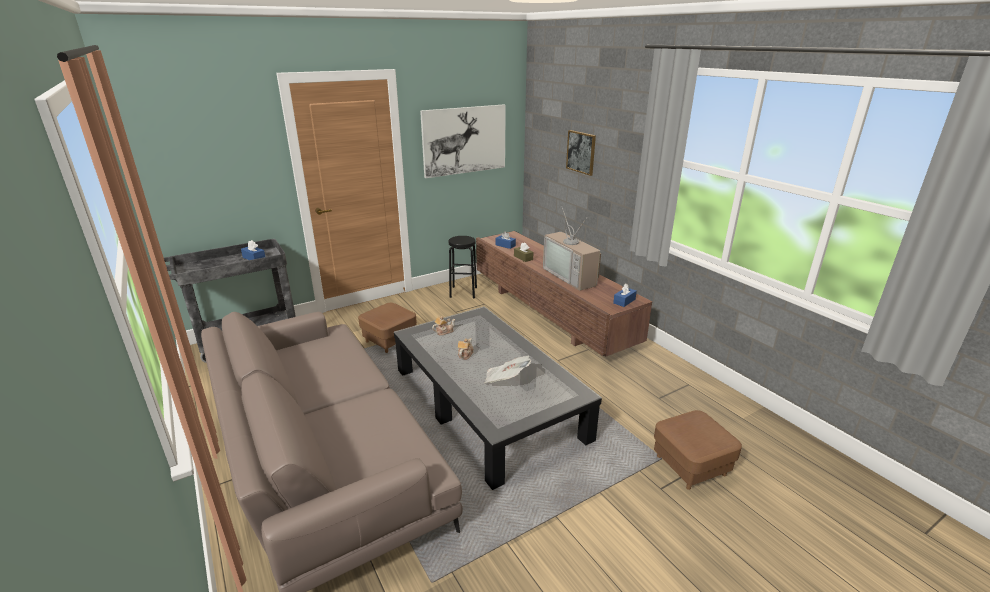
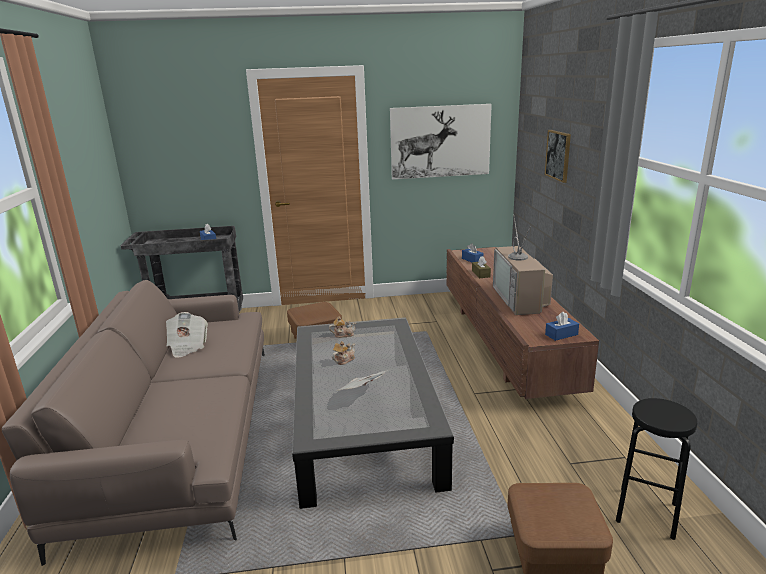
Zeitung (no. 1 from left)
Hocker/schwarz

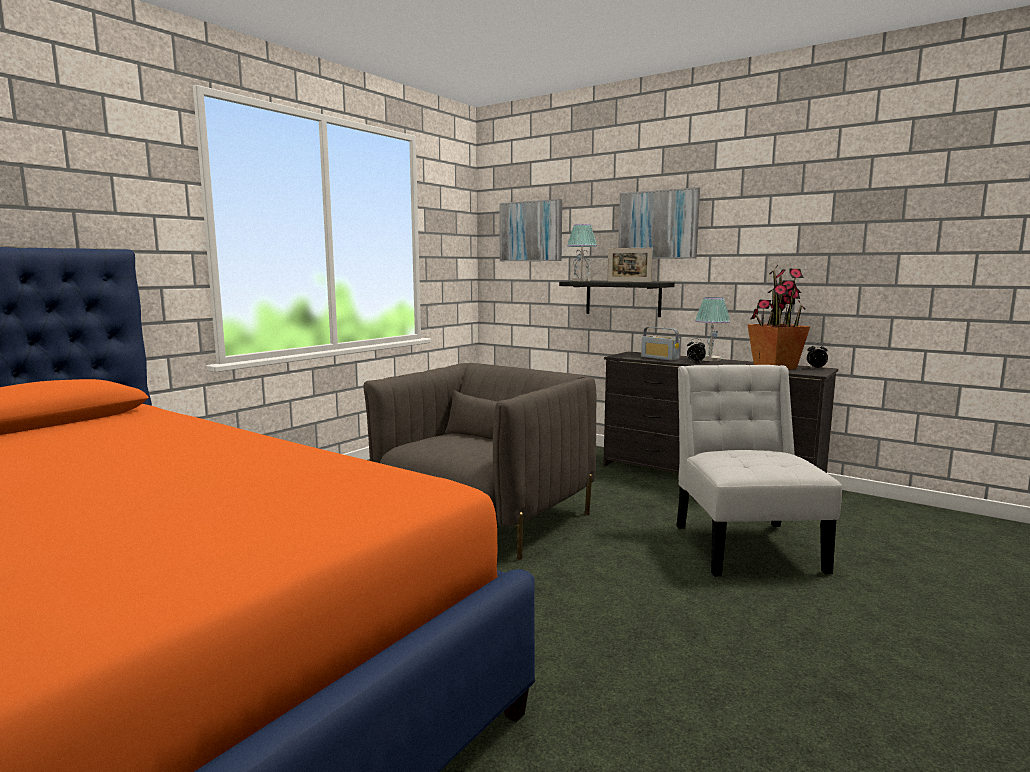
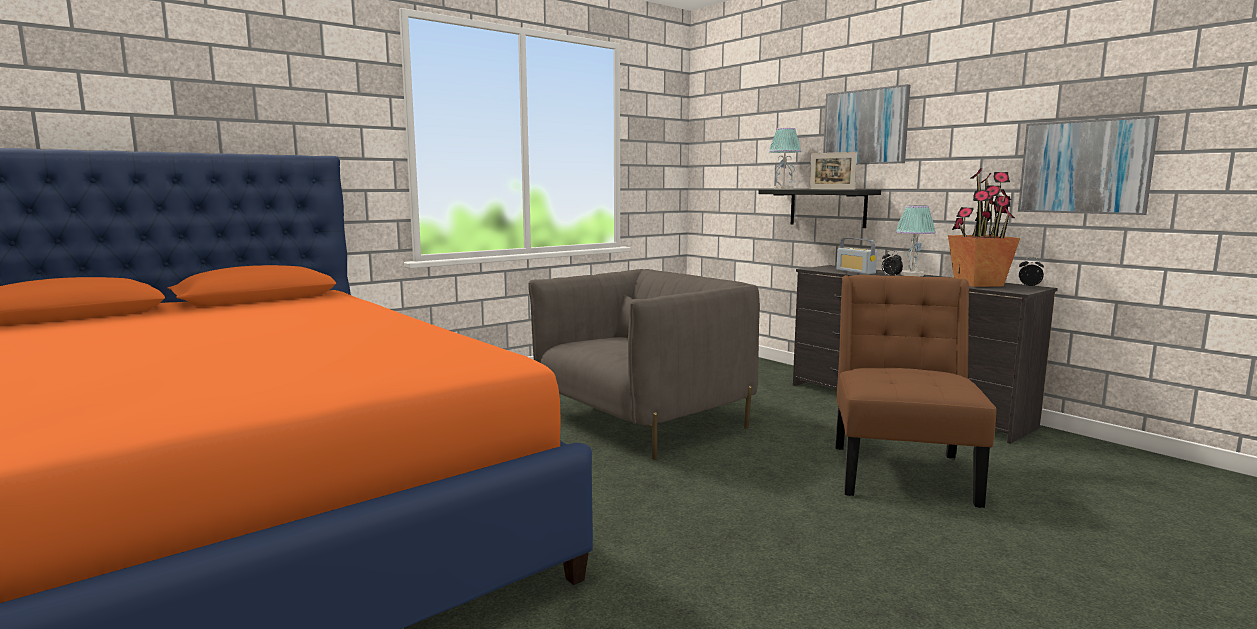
Stuhl/braun
Bild (no. 2 from left)

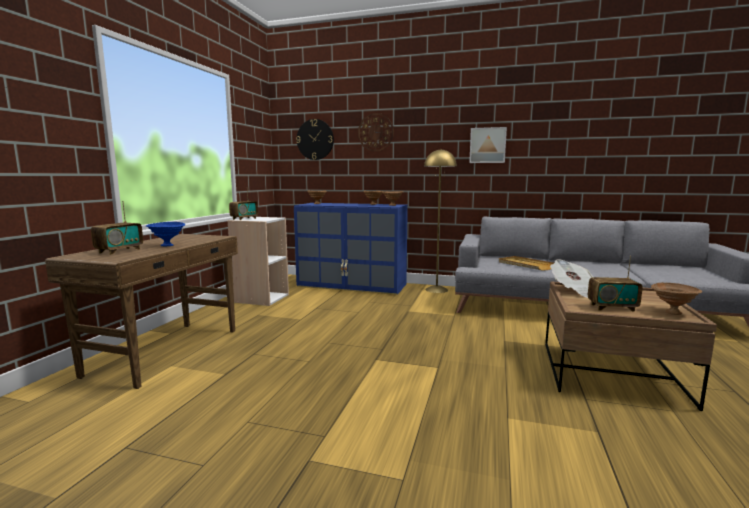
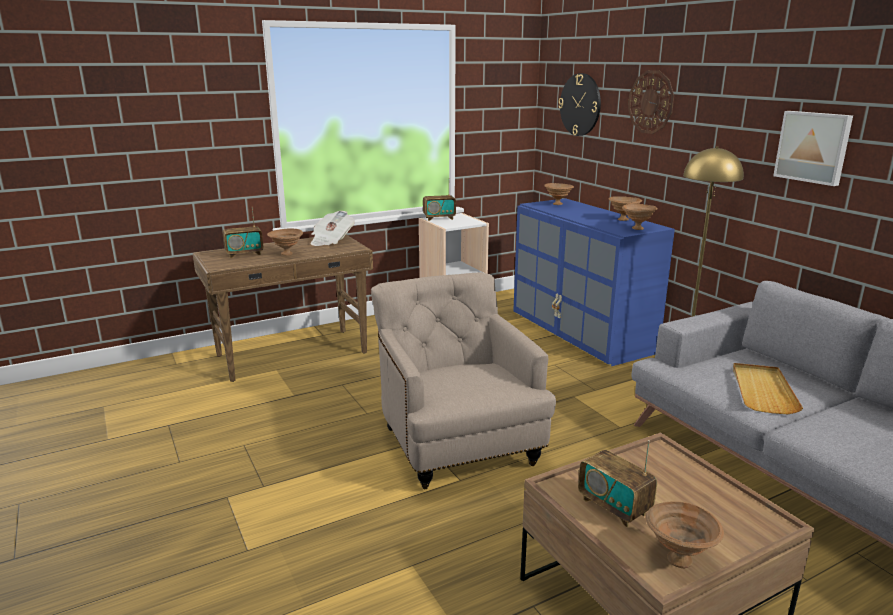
Schüssel/braun (no. 1 from left)
Zeitung
Sessel/beige

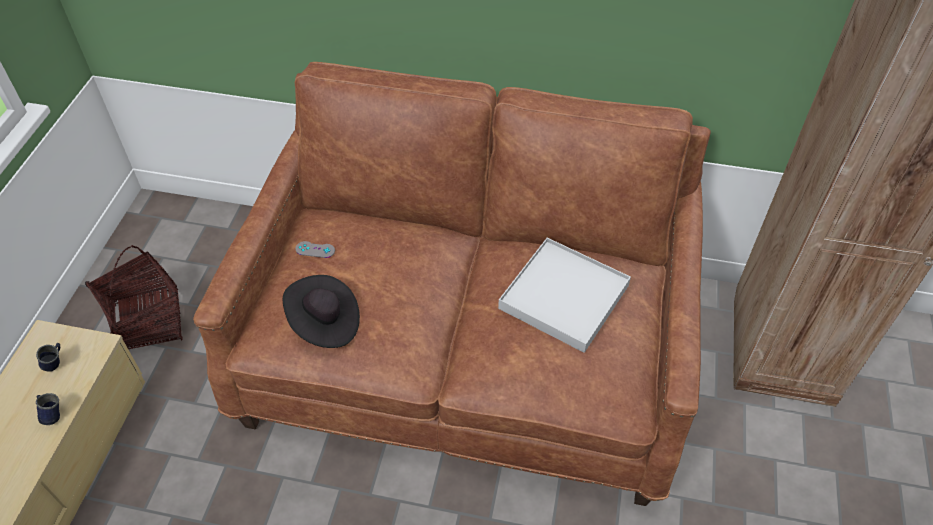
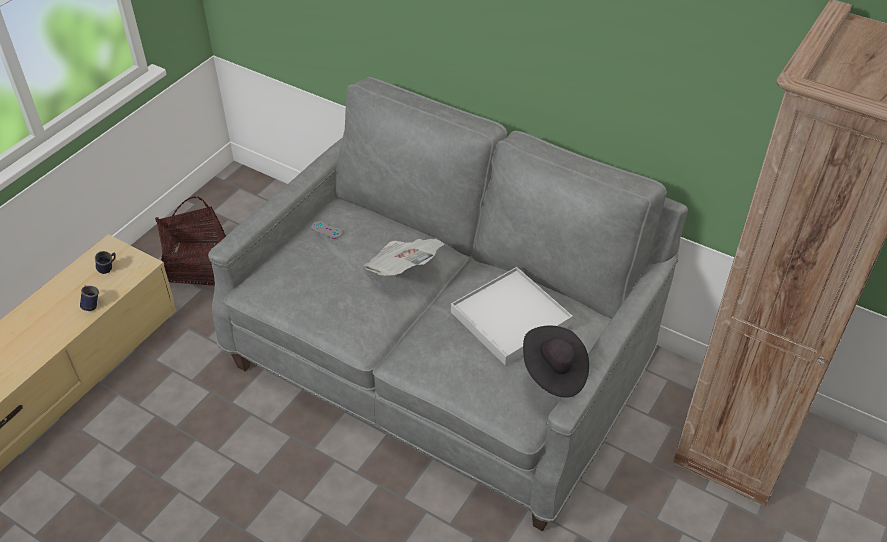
Sofa/grau
Zeitung
Hut/schwarz

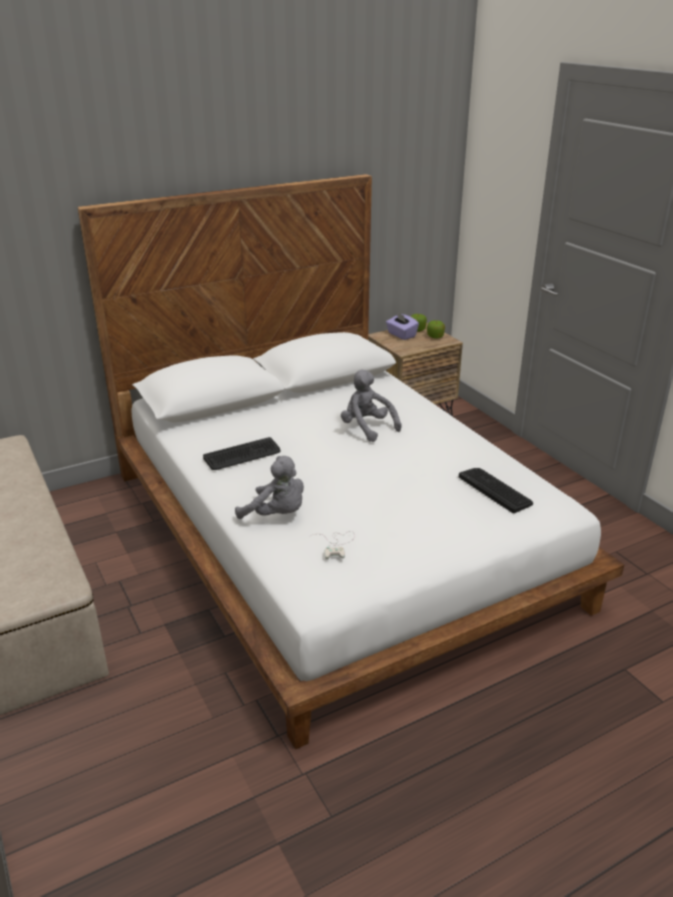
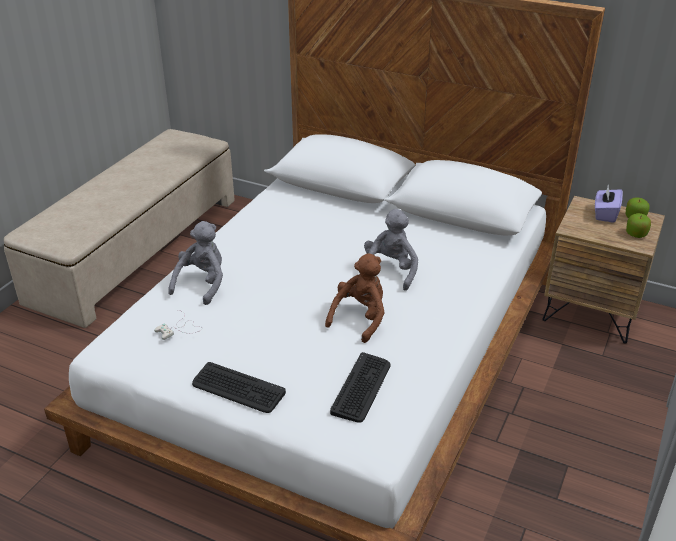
Plüschtier/grau (no. 1 from left)
Tastatur (no. 1 from left)
Plüschtier/braun

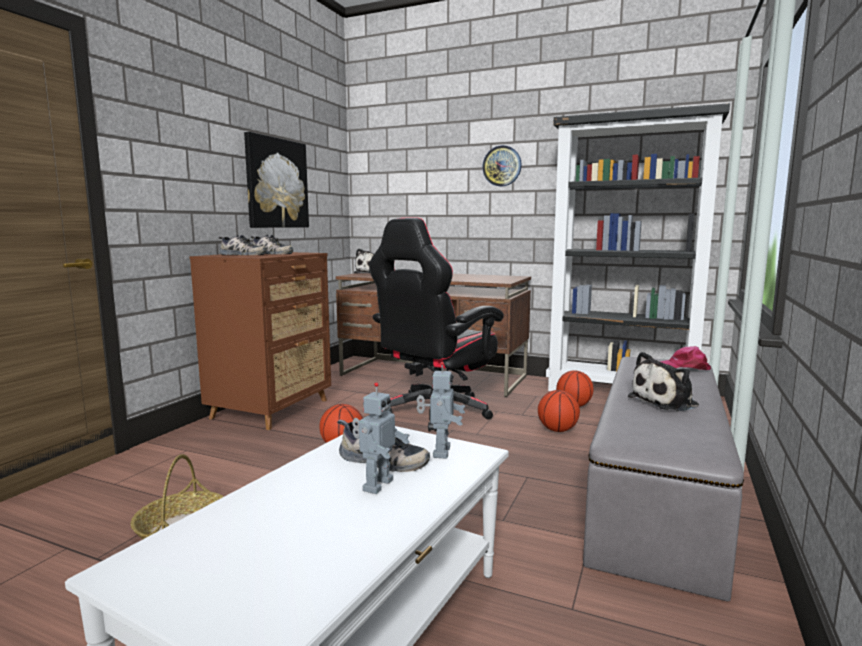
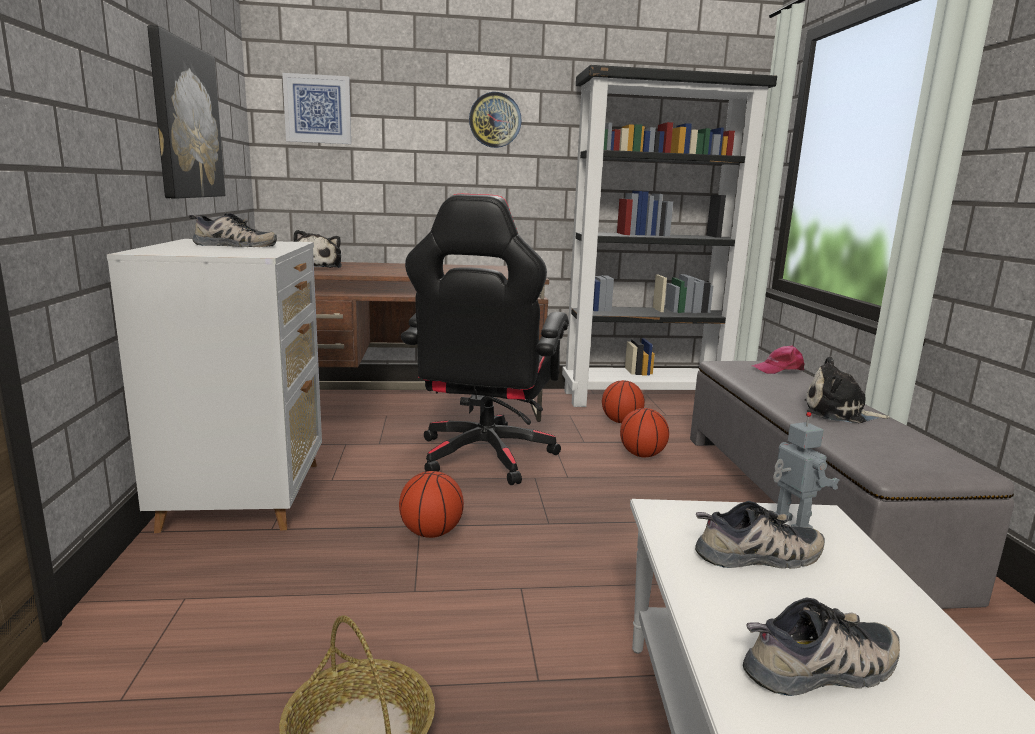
Kommode/weiß
Bild (no. 2 from left)
Schuh (no. 3 from left)
Plüschtier (no. 2 from left)
Spielzeugroboter (no. 1 from left in the first image)

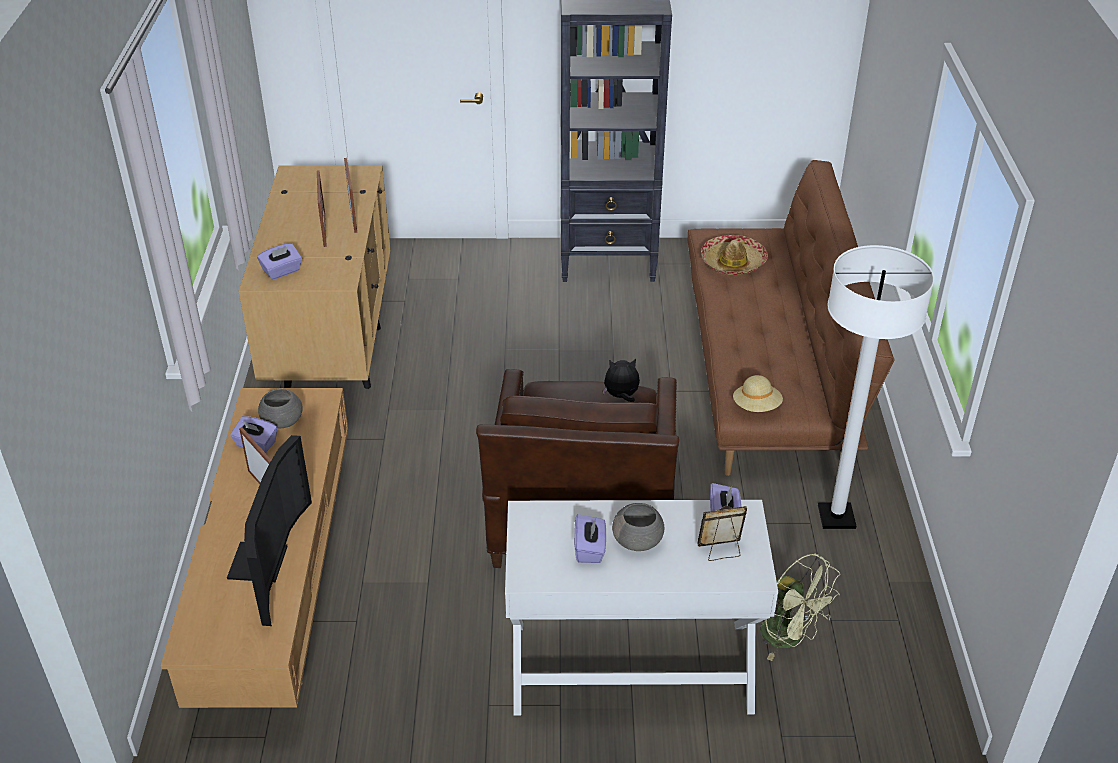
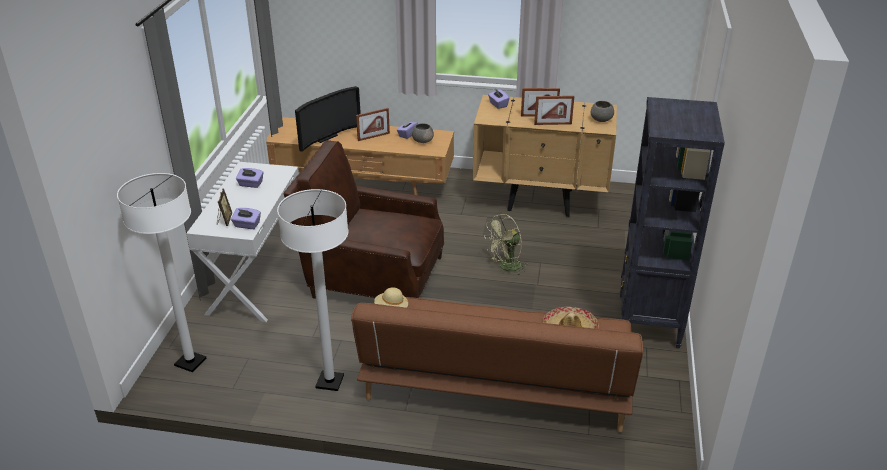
Stehlampe/weiß (no. 1 from left)
Fernseher
Ventilator/grün
Schüssel/grau (no. 2 from left)
Plüschtier

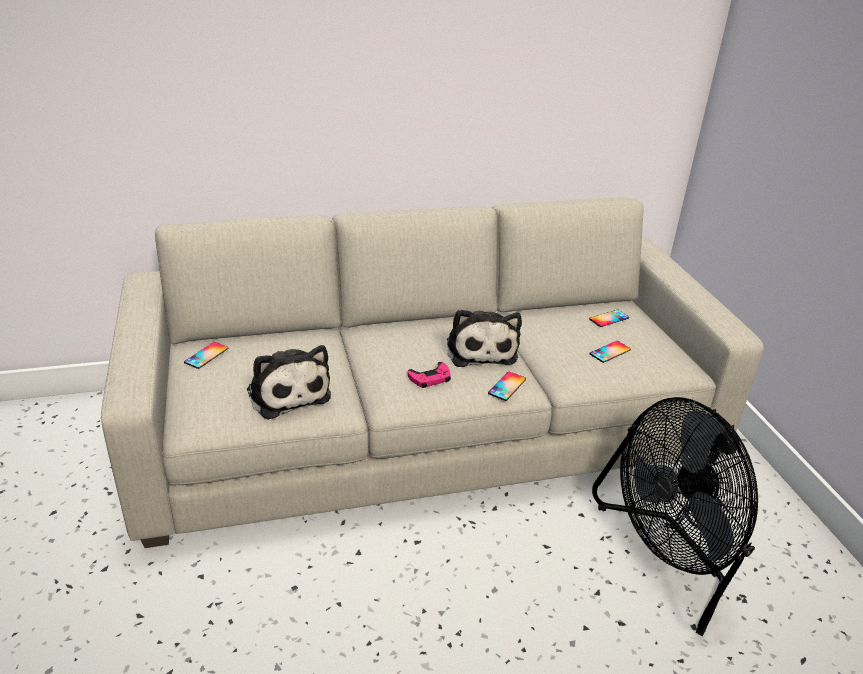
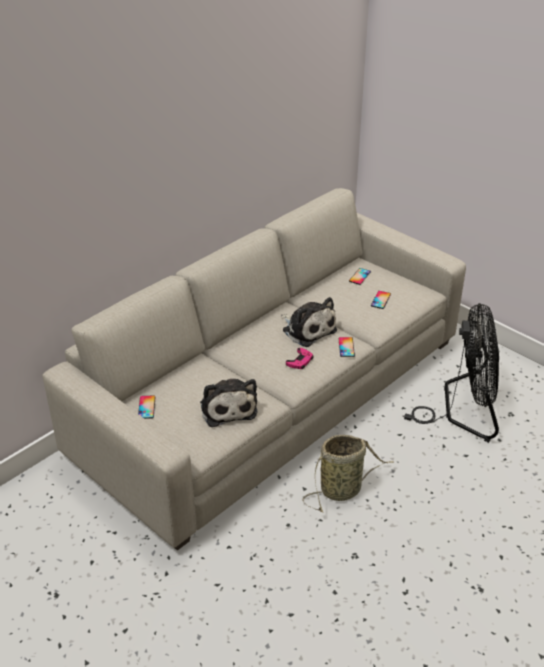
Plüschtier (no. 1 from left)
Korb
Ventilator/schwarz

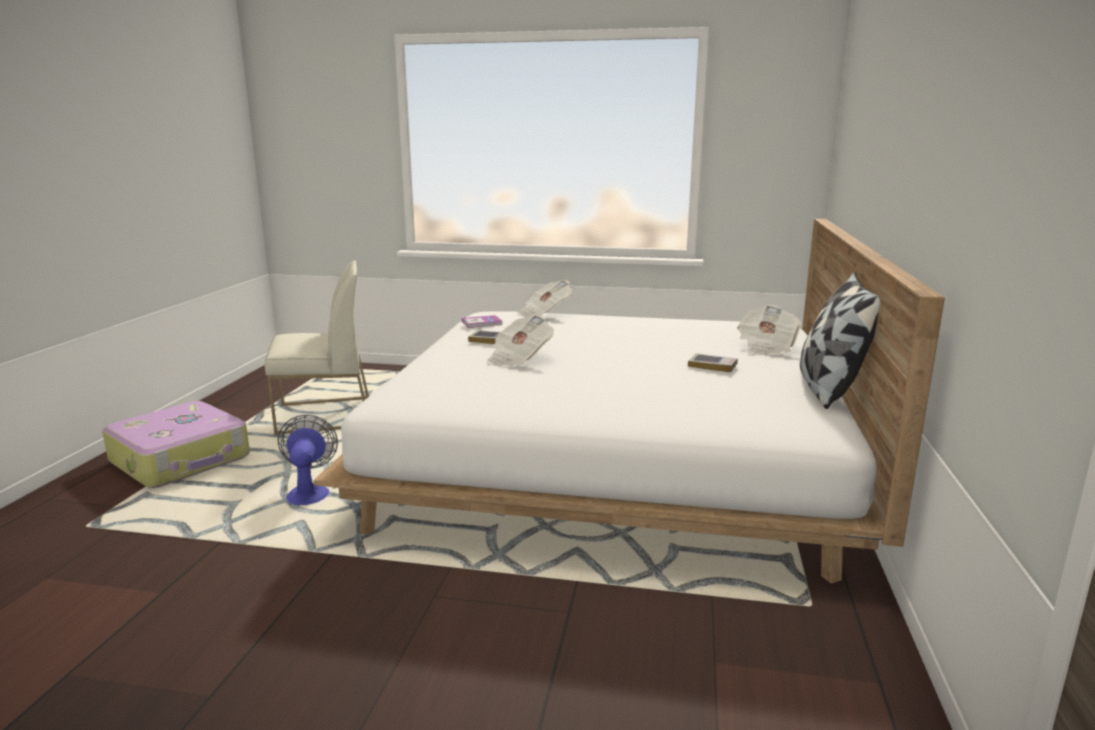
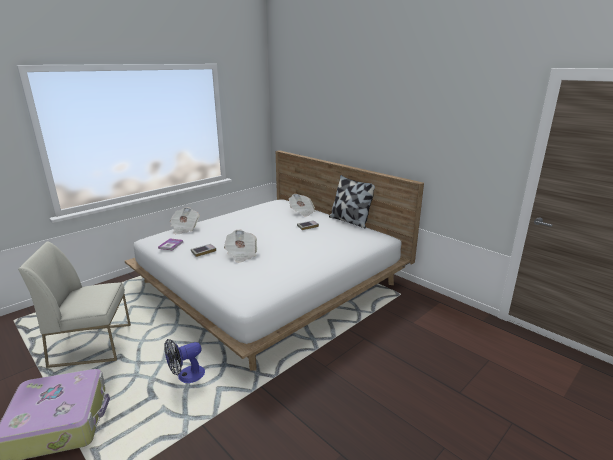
Stuhl/weiß
Ventilator

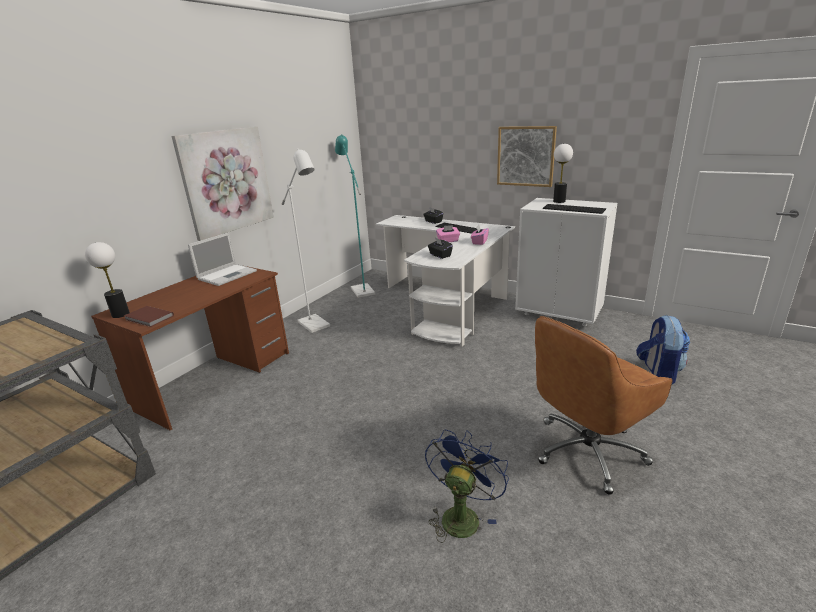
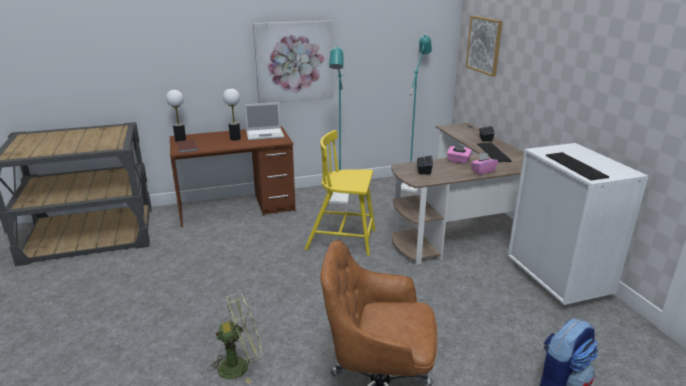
Ventilator/grün
Tischlampe (no. 2 from left)
Stuhl/gelb
Stehlampe/türkis (no. 1 from left)
Schreibtisch/braun (no. 2 from left)
Bild (no. 2 from left)

